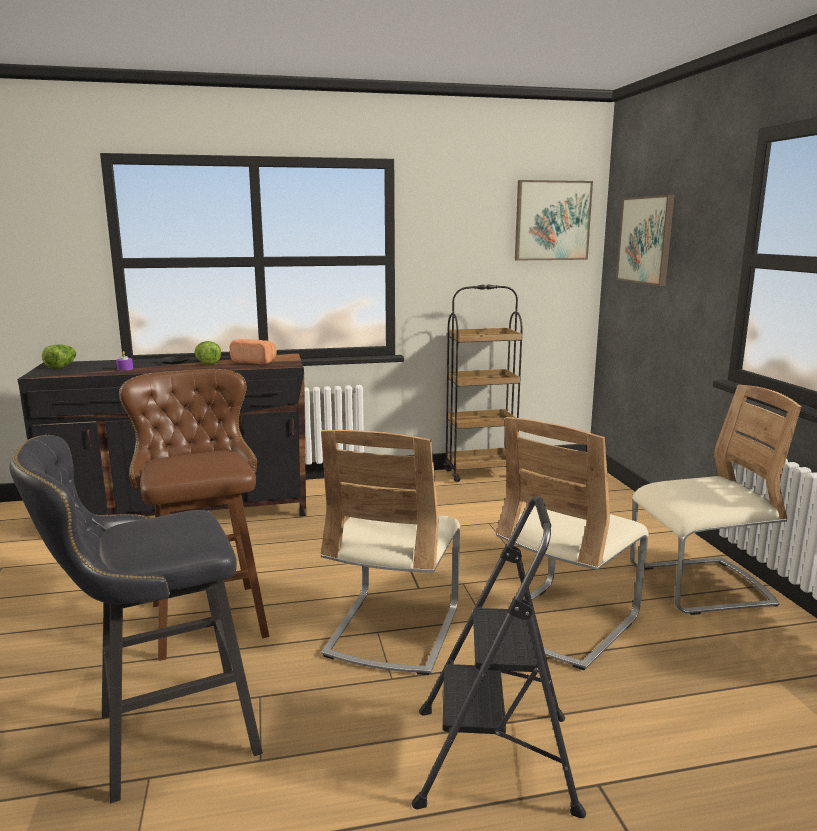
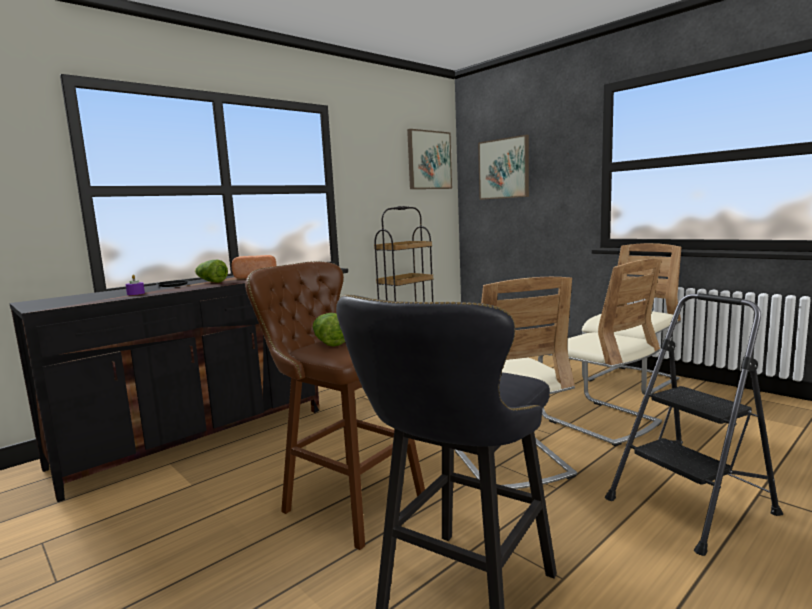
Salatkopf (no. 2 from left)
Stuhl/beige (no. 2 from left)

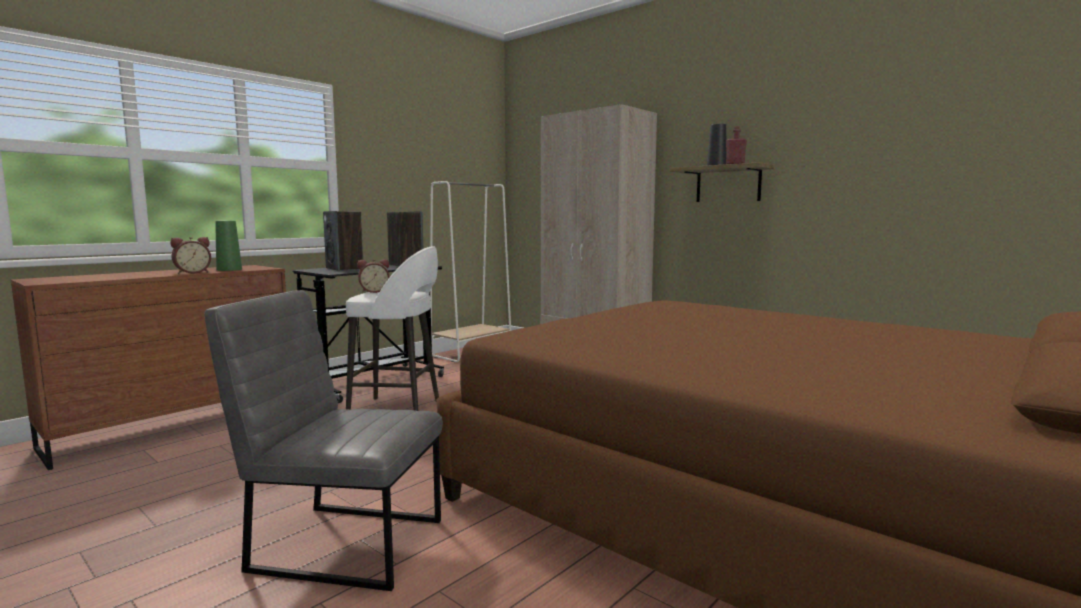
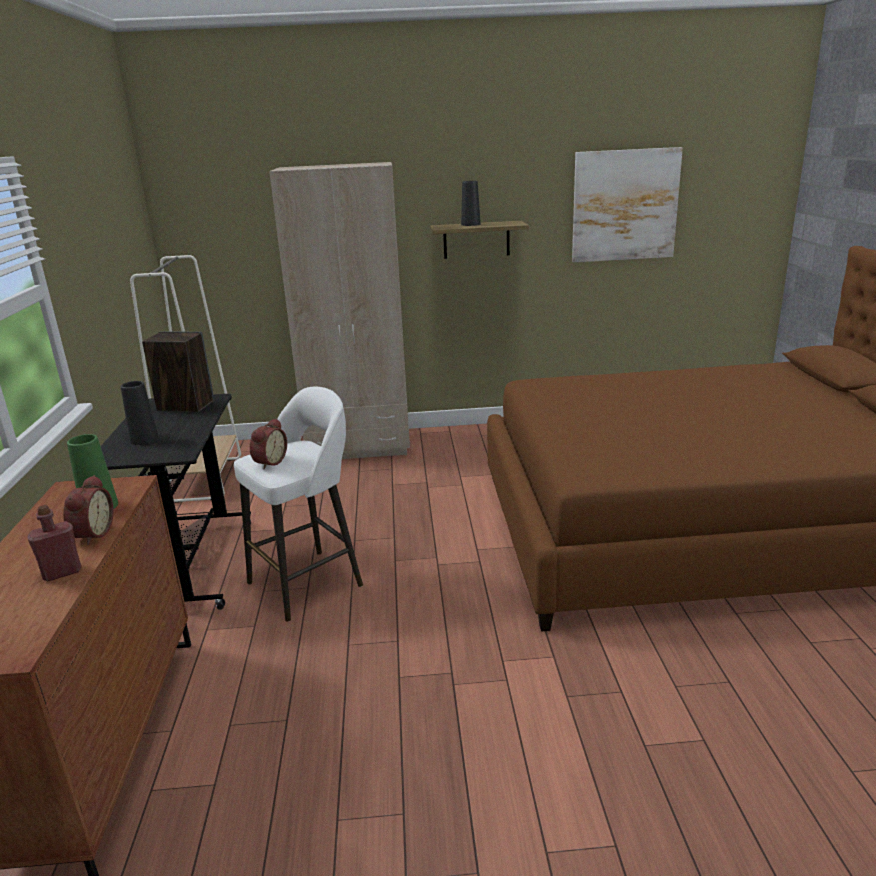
Flasche/rot
Vase/schwarz (no. 1 from left)
Bild
Stuhl/grau

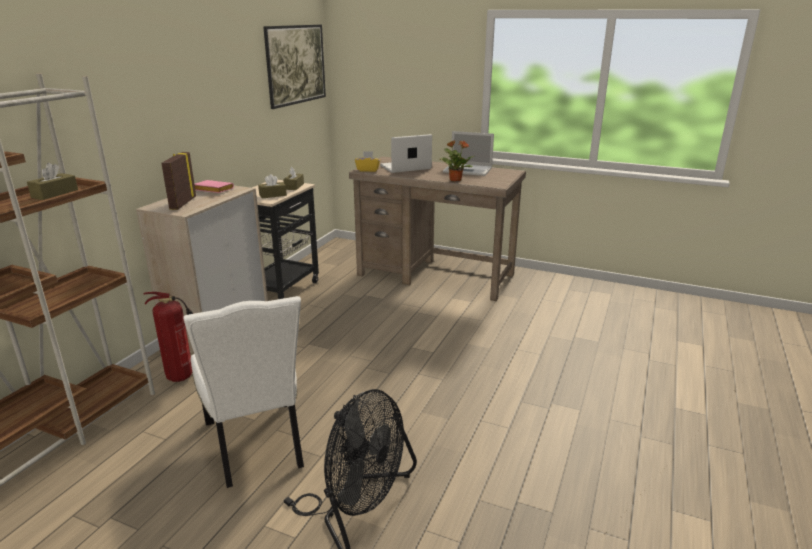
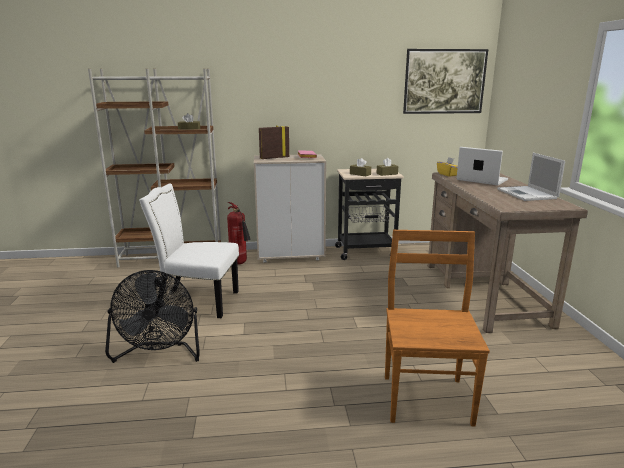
Stuhl/weiß
Stuhl/braun
Topfpflanze

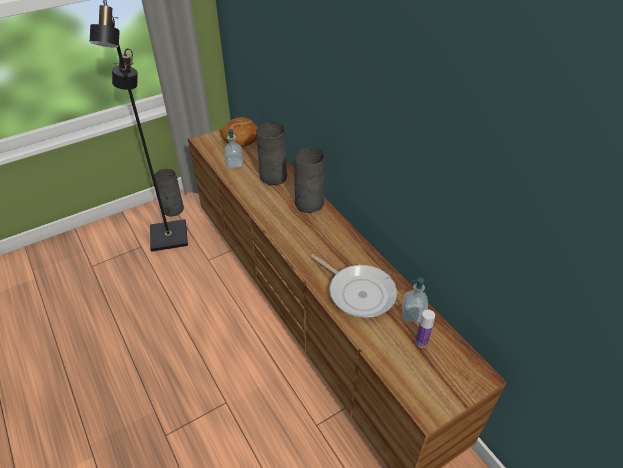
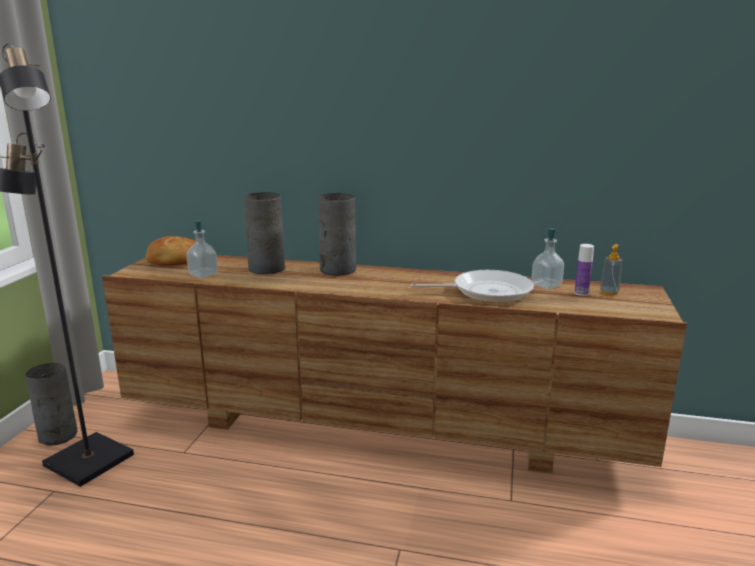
Seifenspender (no. 3 from left)

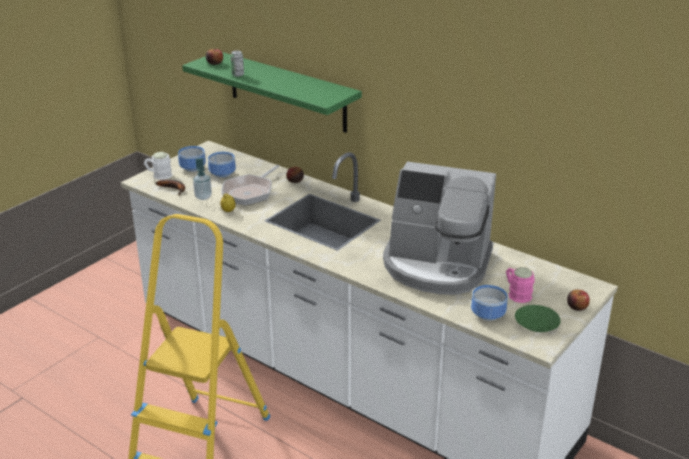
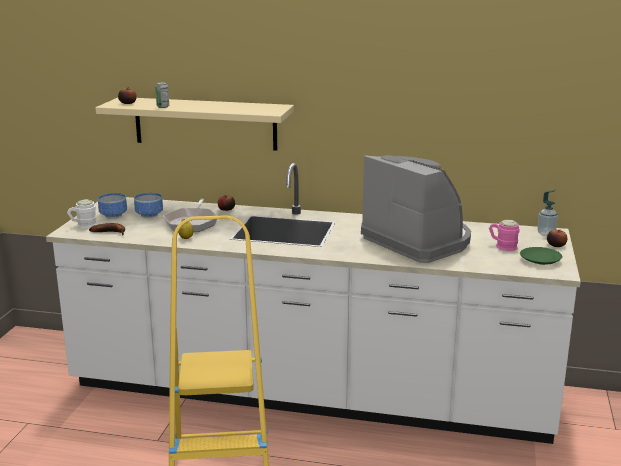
Wandregal/beige
Kaffeemaschine
Seifenspender
Schüssel (no. 3 from left in the first image)

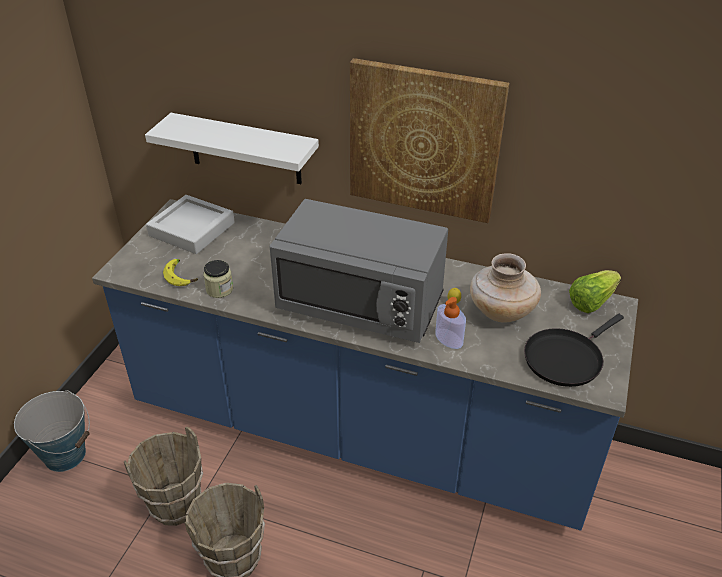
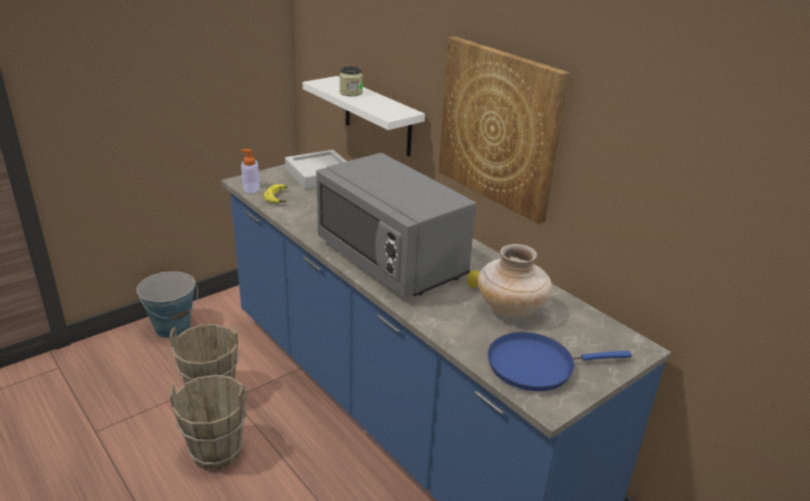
Seifenspender
Vorratsglas
Pfanne/blau
Salatkopf

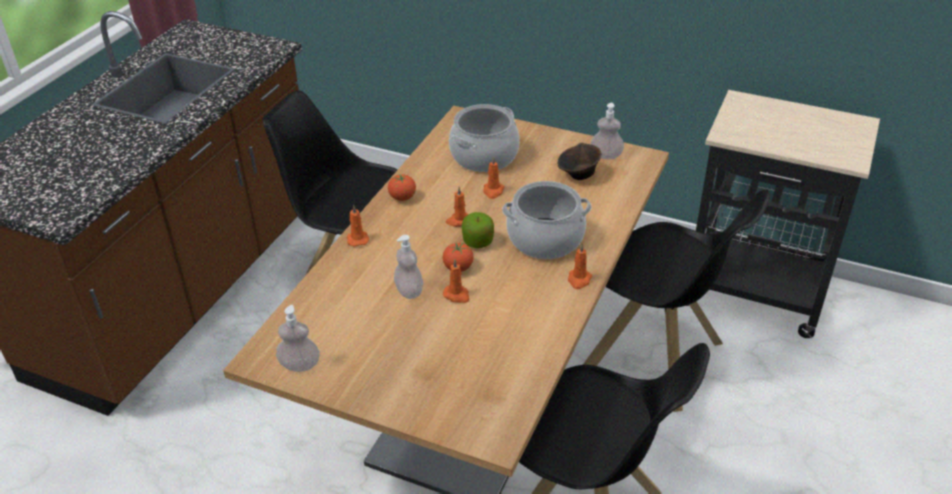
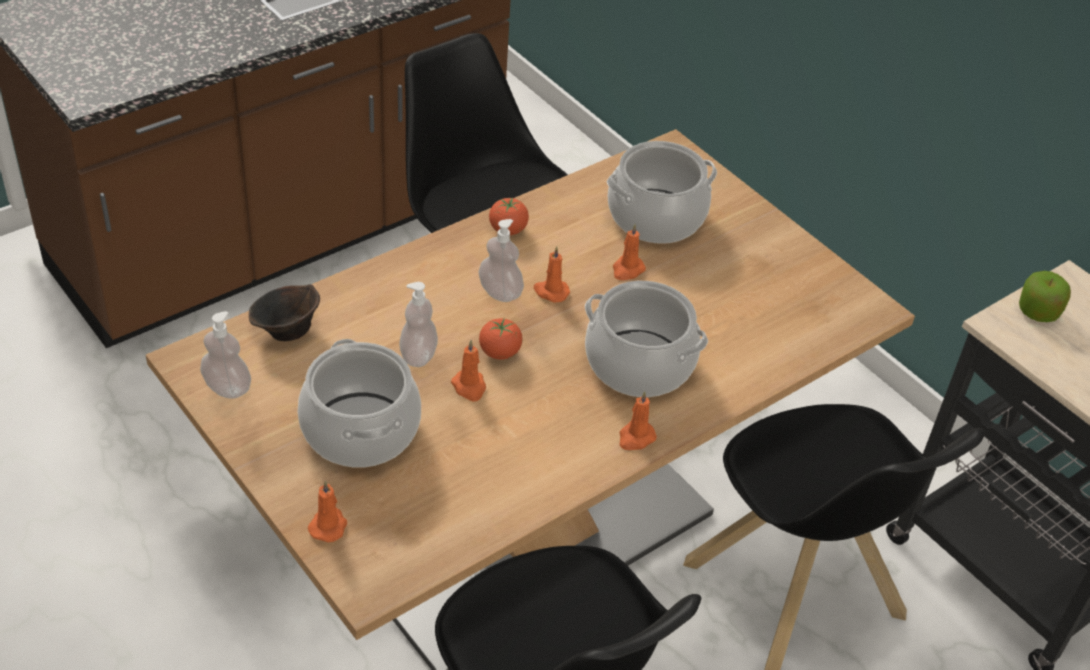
Schüssel/braun
Kochtopf (no. 1 from left)
Kerze/orange (no. 1 from left)
Seifenspender (no. 3 from left)
Apfel

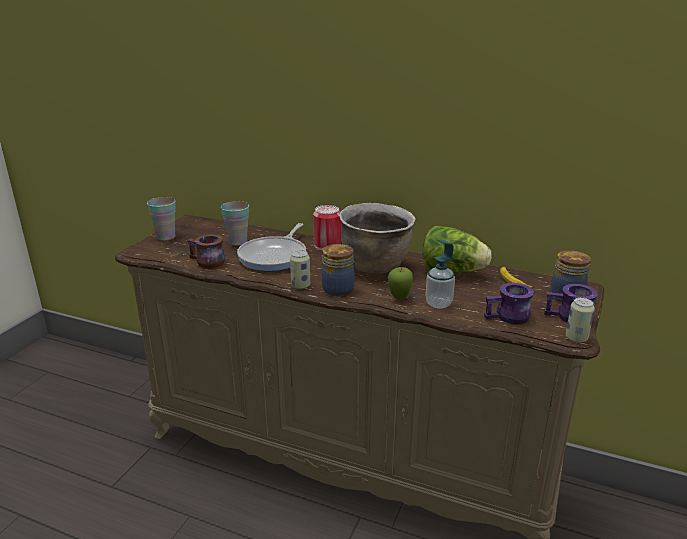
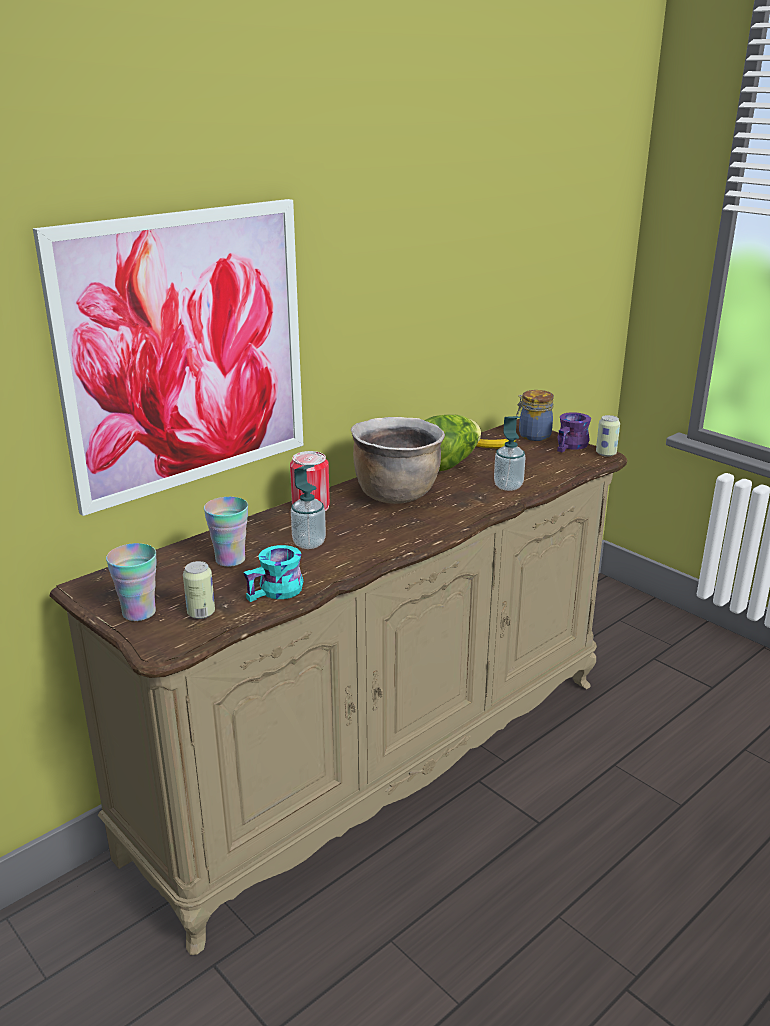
Bild
Dose (no. 1 from left)
Henkelbecher/türkis
Seifenspender (no. 1 from left)
Vorratsglas (no. 1 from left in the first image)
Apfel
Henkelbecher/lila (no. 1 from left in the first image)

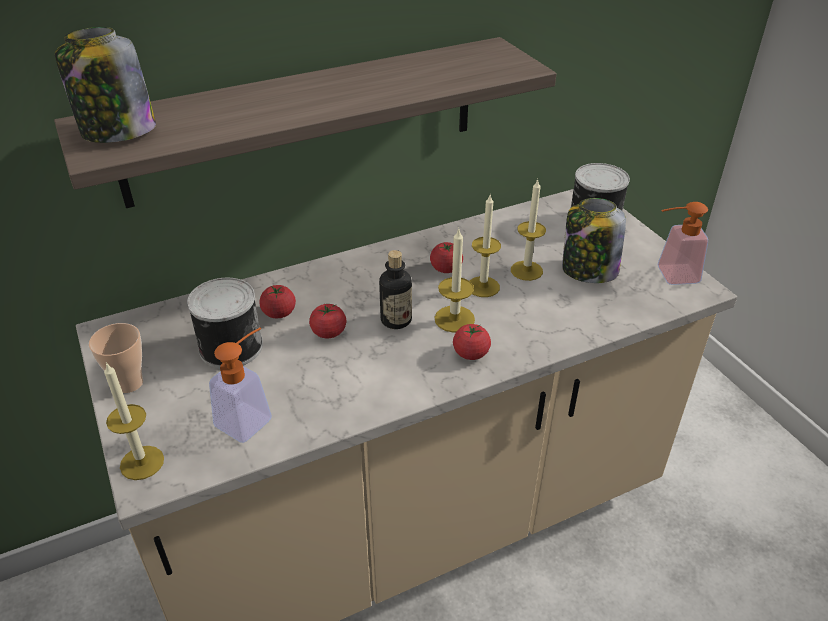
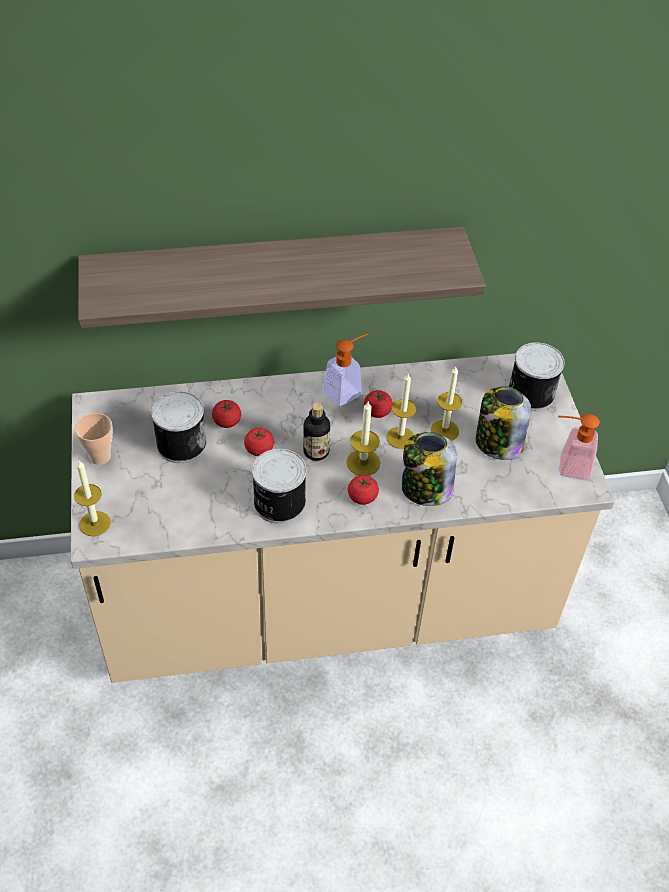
Dose (no. 2 from left)
Seifenspender (no. 1 from left)
Vorratsglas (no. 1 from left)

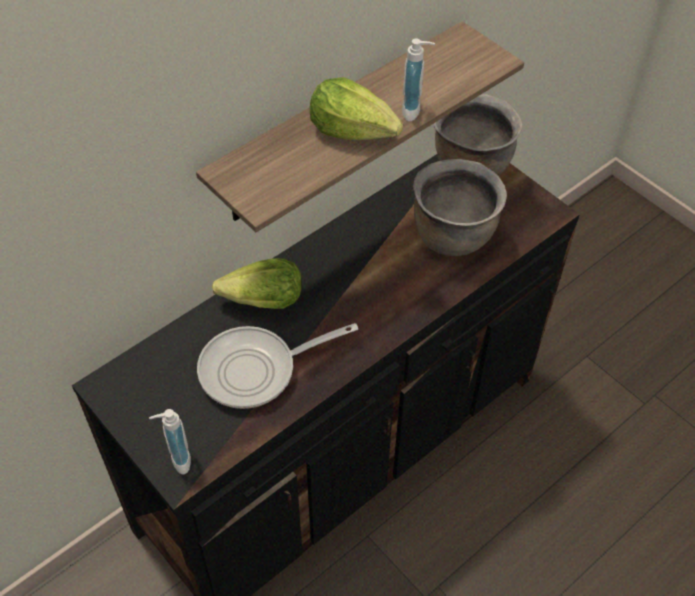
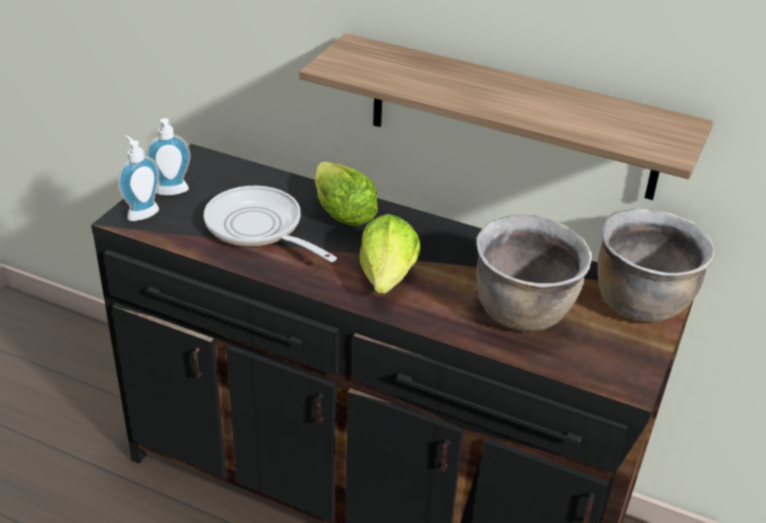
Seifenspender (no. 2 from left)
Salatkopf (no. 2 from left)

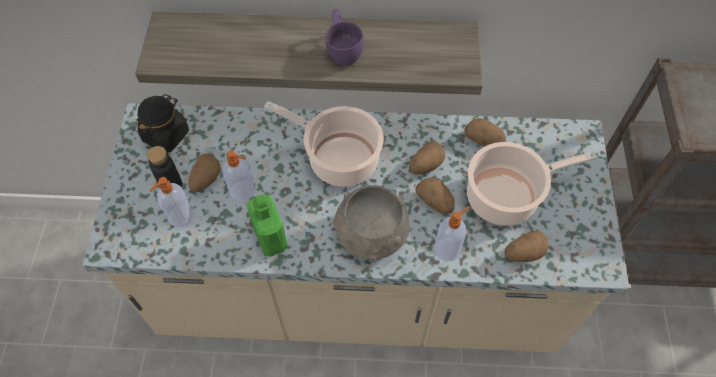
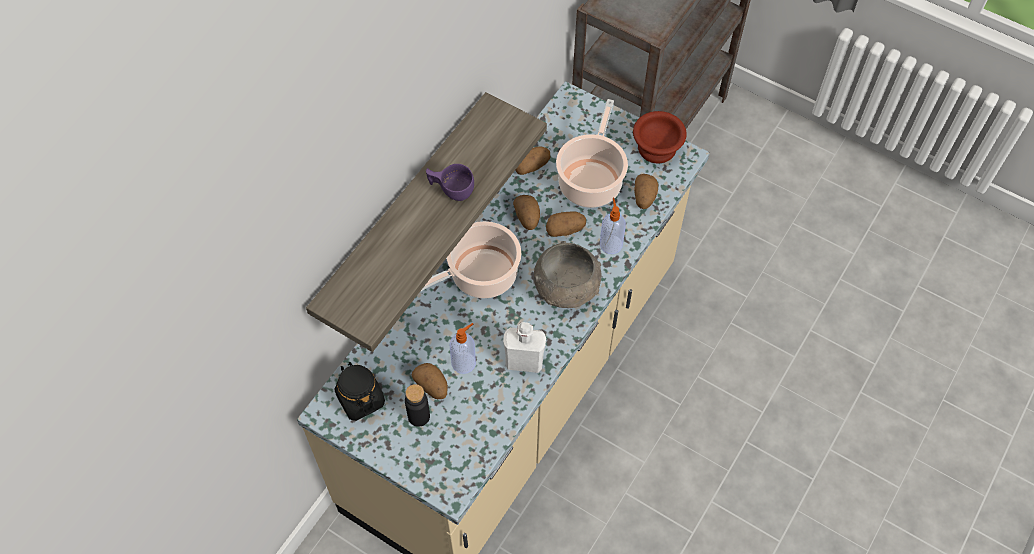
Flasche/weiß
Schüssel/braun
Seifenspender (no. 1 from left in the first image)

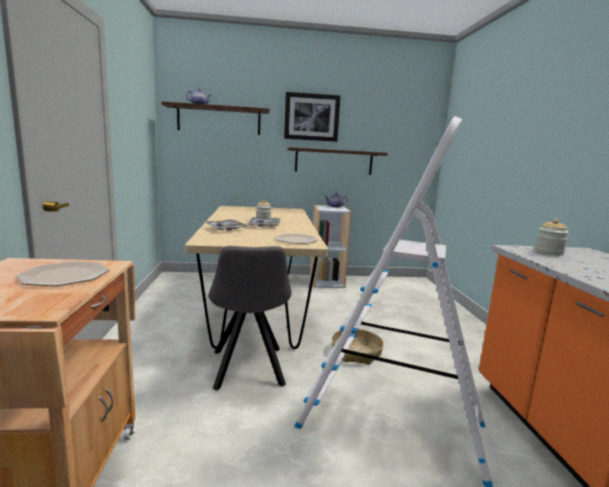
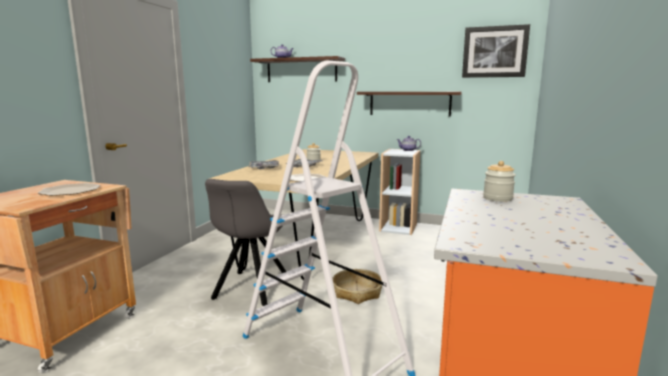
Bild

